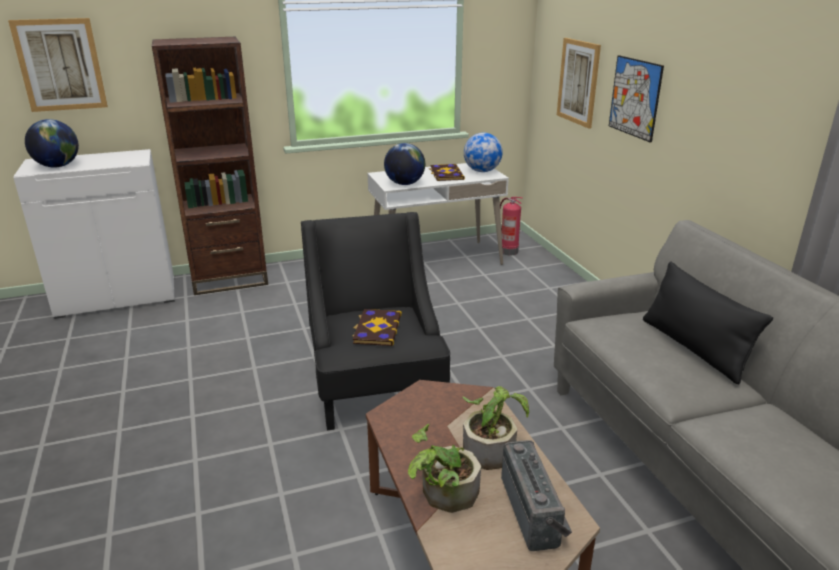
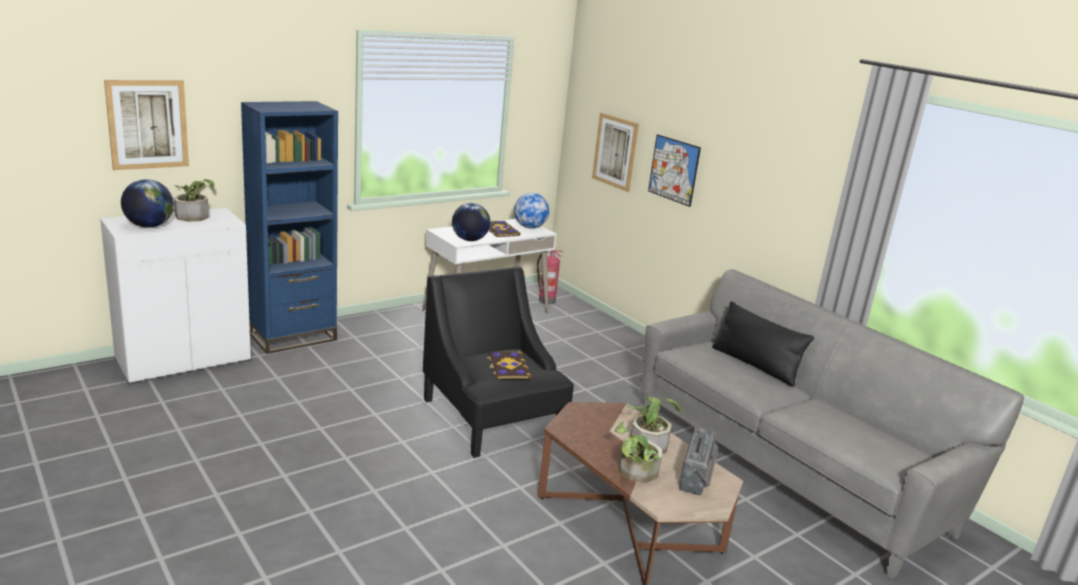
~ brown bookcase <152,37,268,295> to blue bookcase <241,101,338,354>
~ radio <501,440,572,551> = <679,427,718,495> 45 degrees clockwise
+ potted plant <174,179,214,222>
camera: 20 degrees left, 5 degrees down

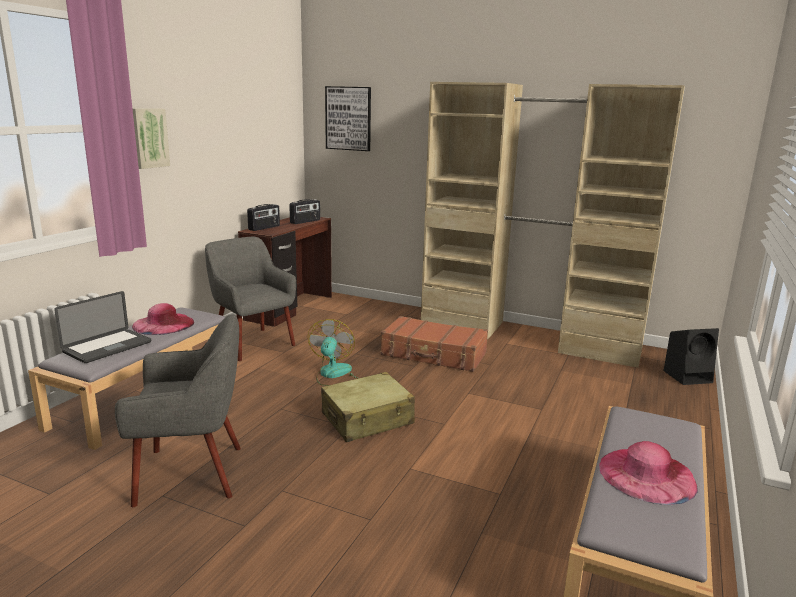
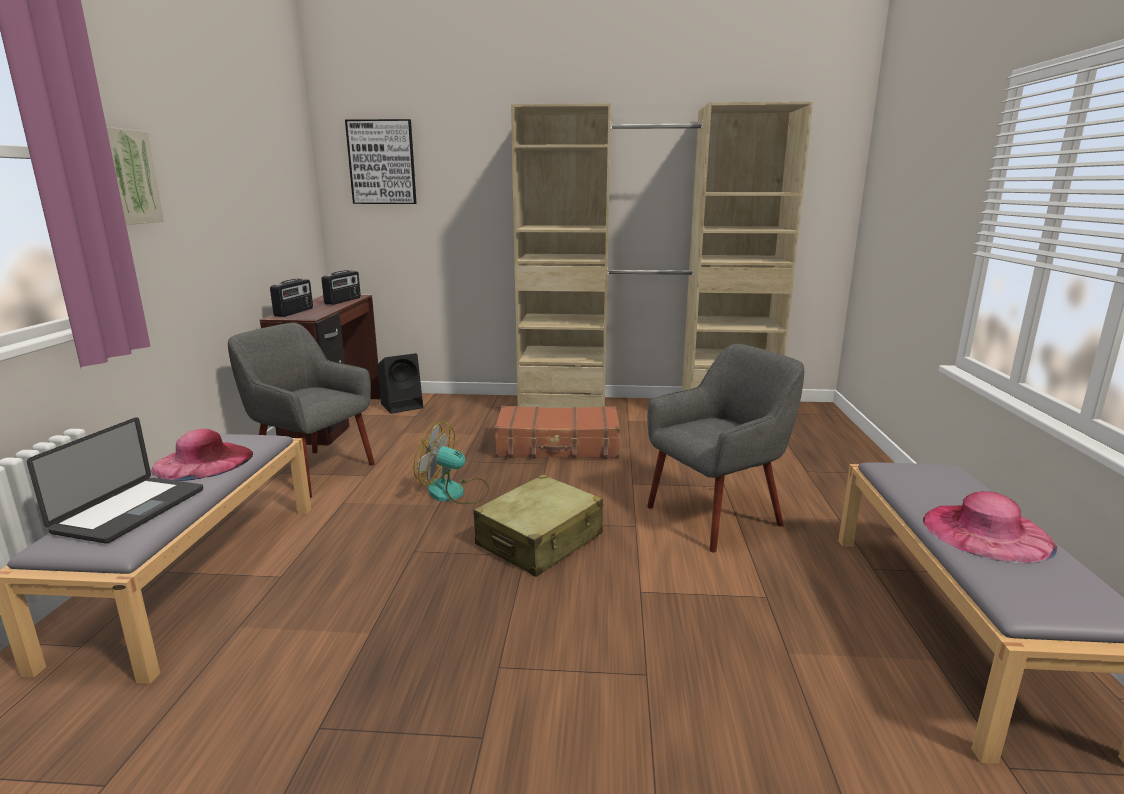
~ grey armchair <115,314,241,507> to <647,344,804,552>
~ fan <308,319,358,386> = <414,421,489,504> 60 degrees counterclockwise
~ black speaker <664,328,719,385> to <377,353,423,414>
camera: 20 degrees left, 0 degrees up

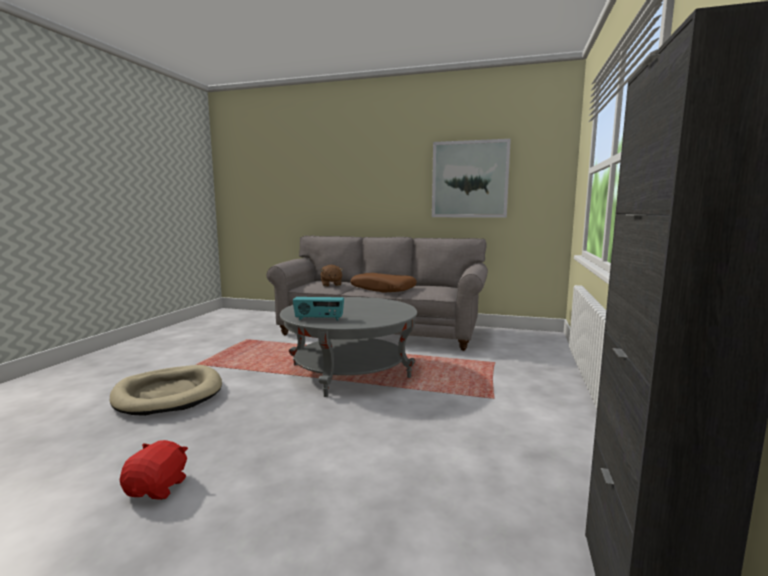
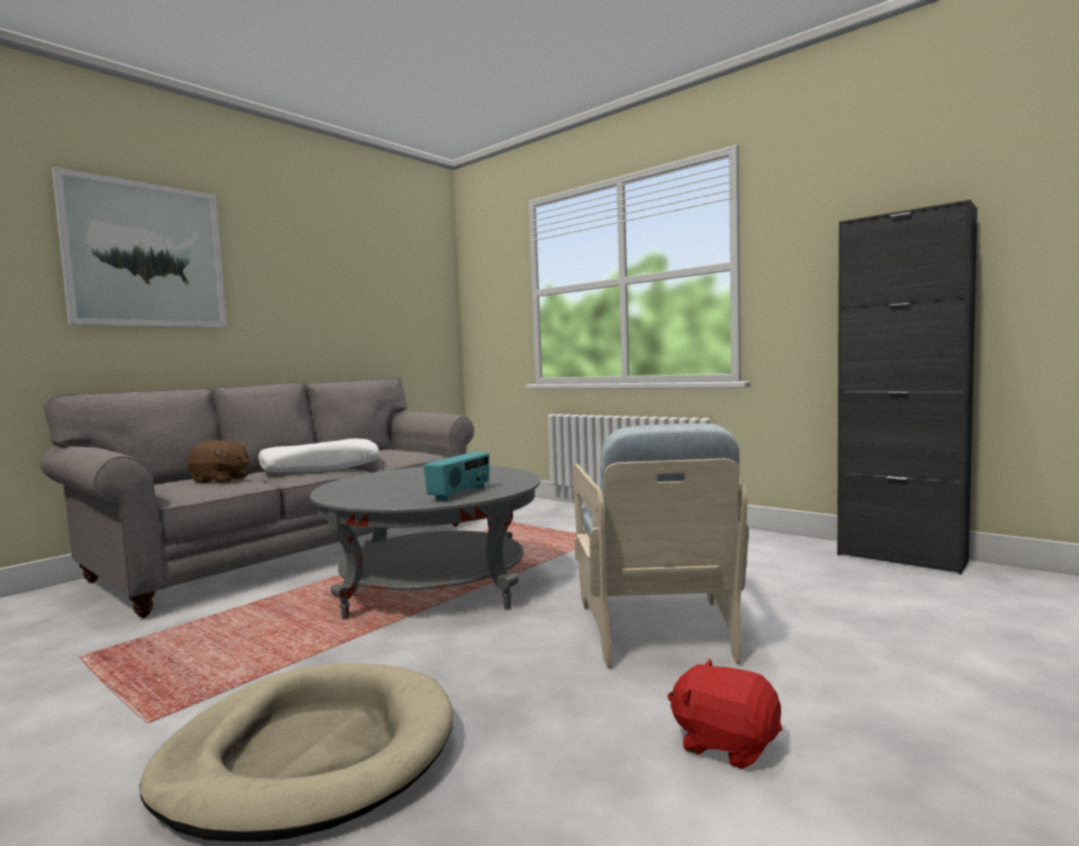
~ brown pillow <350,273,417,293> to white pillow <258,439,380,472>
~ picture <432,139,511,218> to <52,167,227,328>
+ beige armchair <573,423,749,668>
camera: 65 degrees left, 5 degrees down

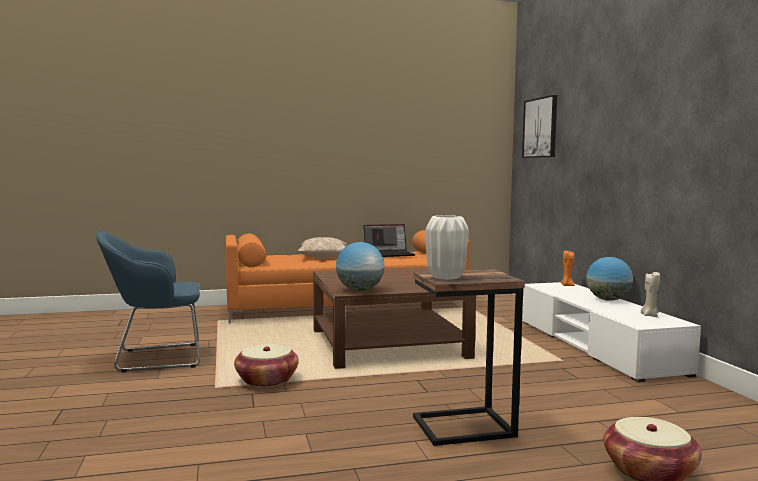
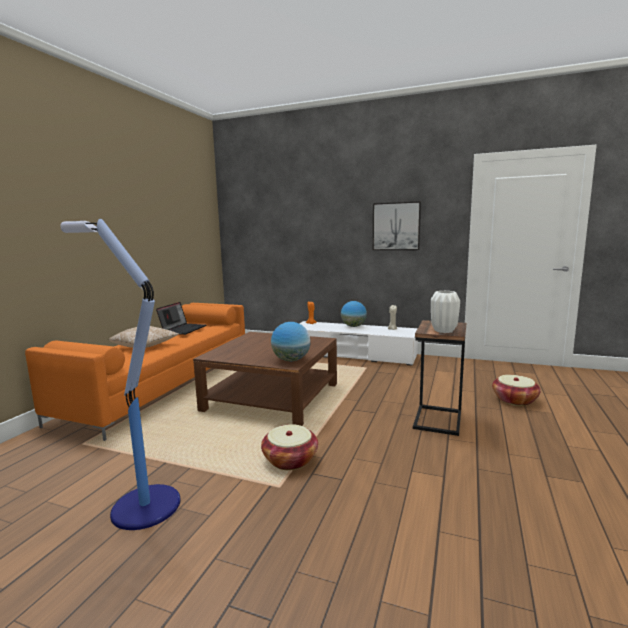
~ blue armchair <96,231,200,373> to floor lamp <60,219,180,530>
~ picture <522,95,557,158> to <373,201,421,250>
camera: 55 degrees left, 5 degrees up

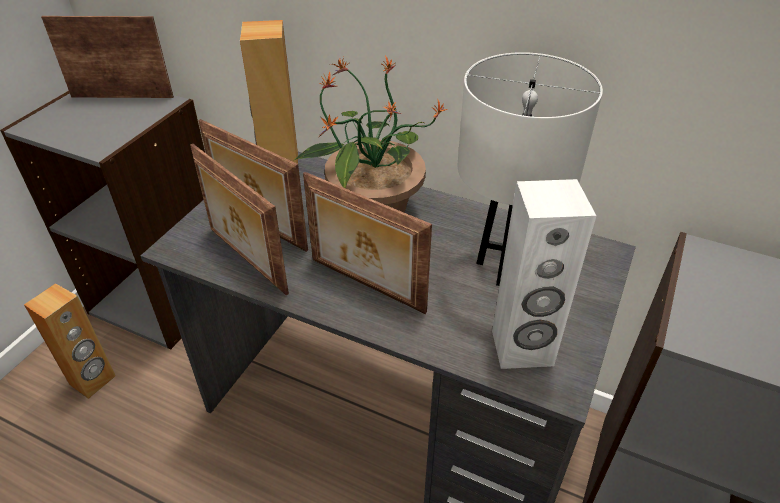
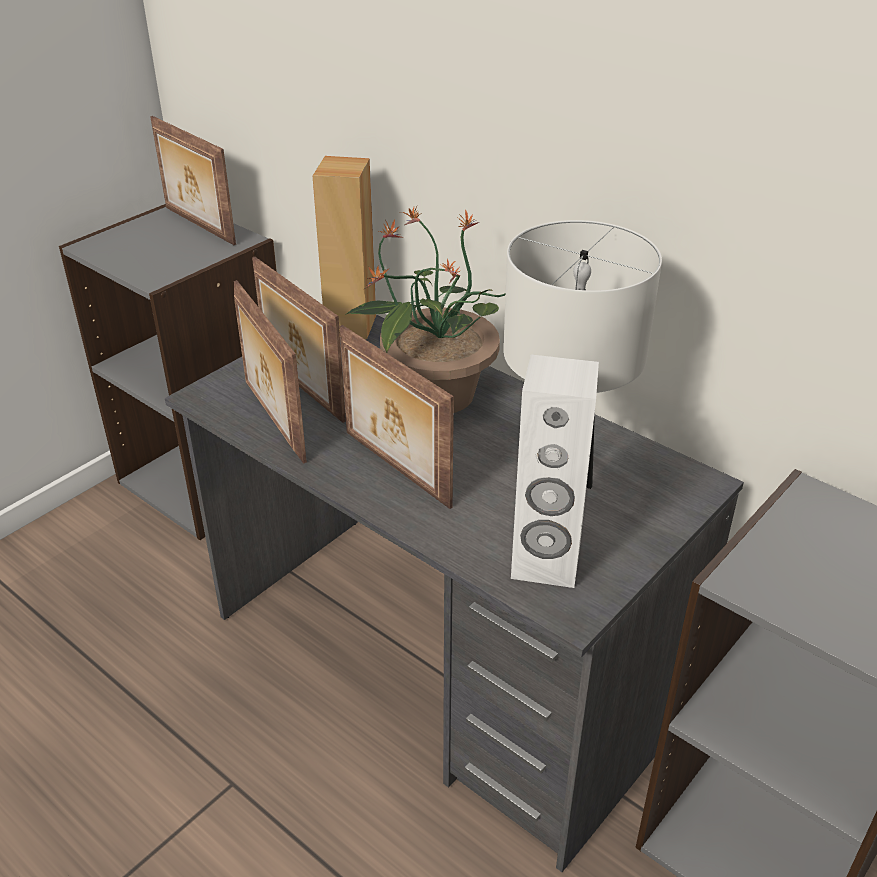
- brown speaker <24,283,116,399>
~ picture frame <41,16,174,98> = <150,116,236,245> 150 degrees counterclockwise
camera: 15 degrees right, 5 degrees down

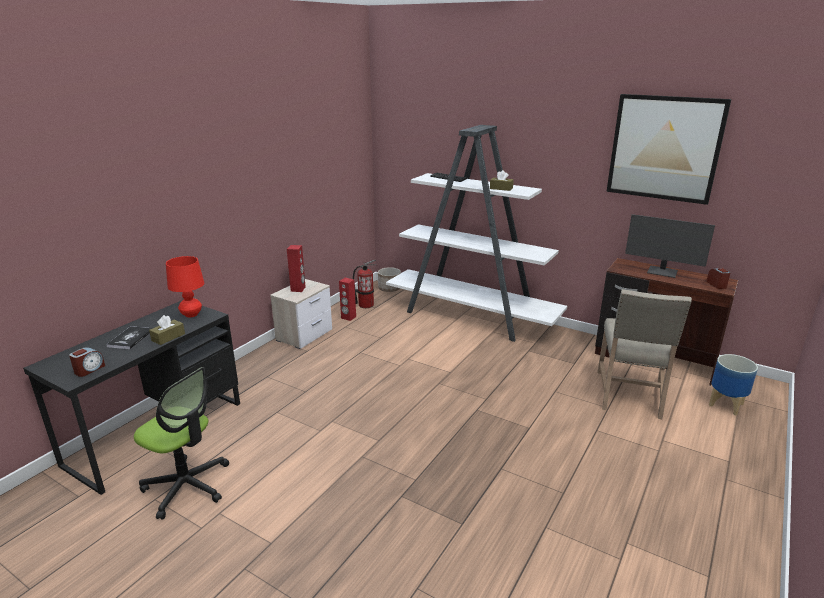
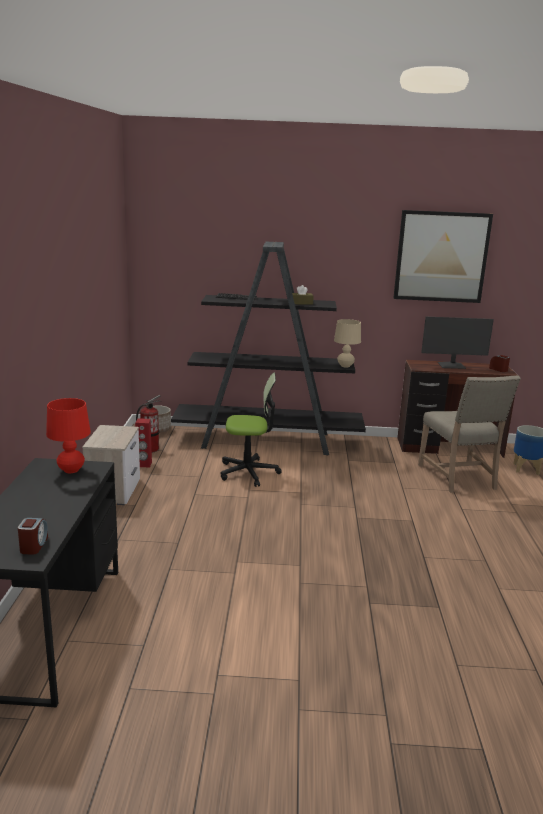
- book <106,326,153,349>
~ office chair <134,367,229,520> to <221,373,282,487>
- brown tissue box <149,315,185,345>
- red speaker <287,245,306,292>
~ white bookcase <386,125,567,342> to black bookcase <171,242,366,455>
+ beige table lamp <334,319,361,367>
camera: 30 degrees left, 5 degrees down

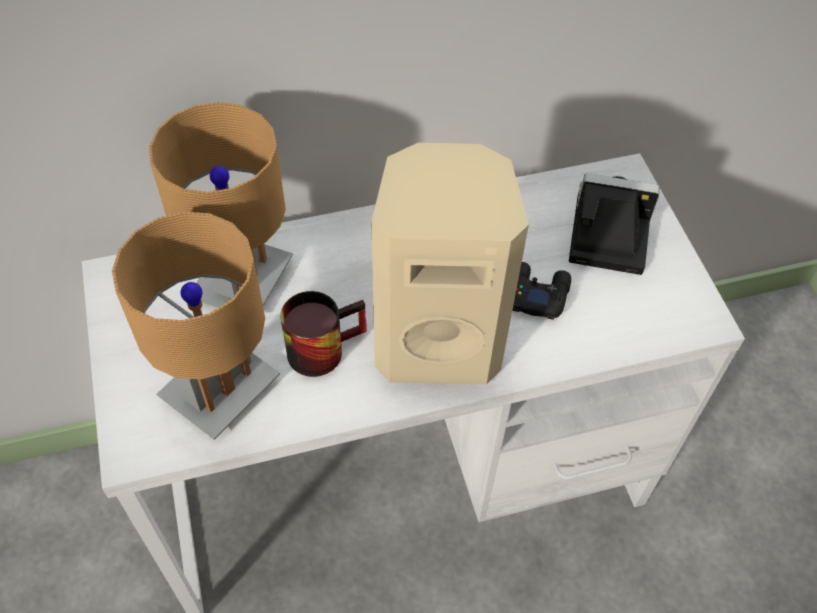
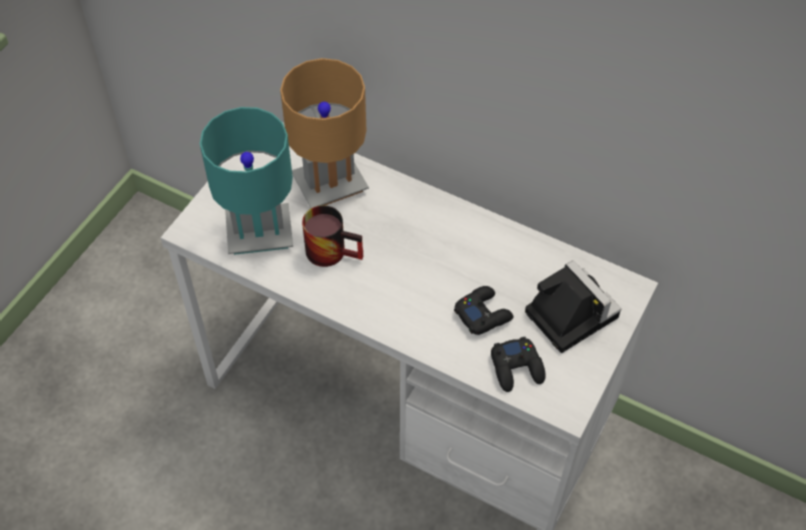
~ brown table lamp <112,212,280,440> to turquoise table lamp <200,107,293,255>
- beige speaker <371,143,529,384>
+ black game controller <491,337,545,392>
camera: 45 degrees right, 0 degrees up

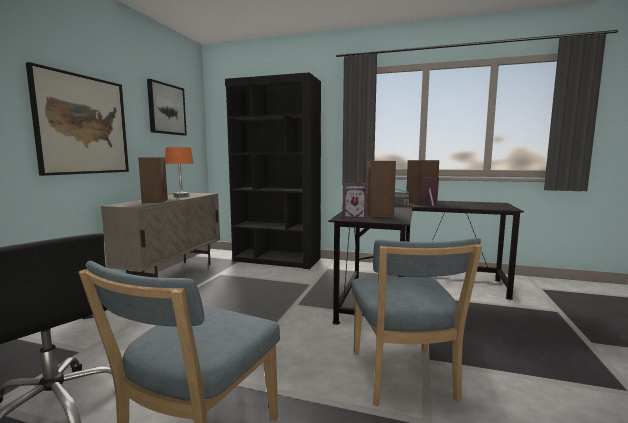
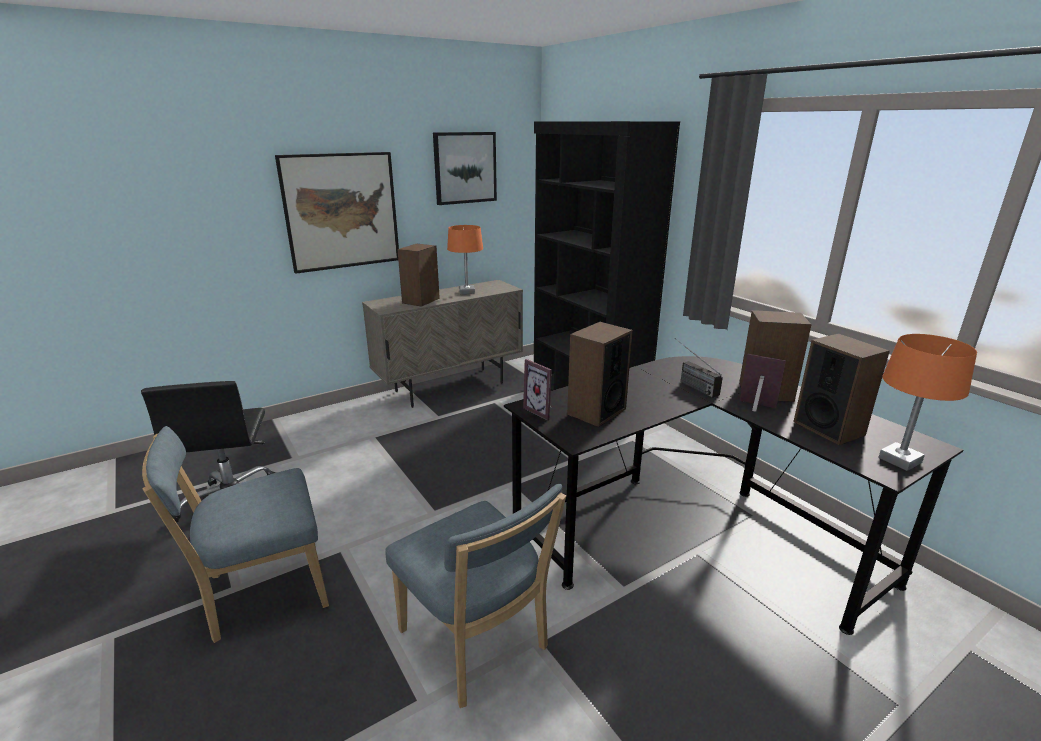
~ blue chair <352,238,482,406> = <385,484,566,708> 75 degrees counterclockwise
+ speaker <793,333,890,445>
+ orange table lamp <879,334,977,471>
camera: 40 degrees right, 15 degrees up

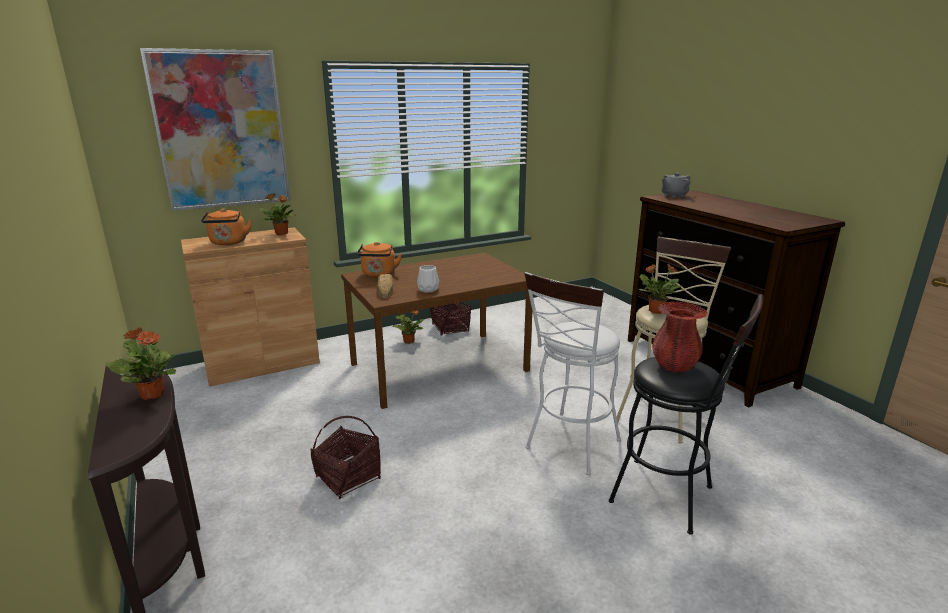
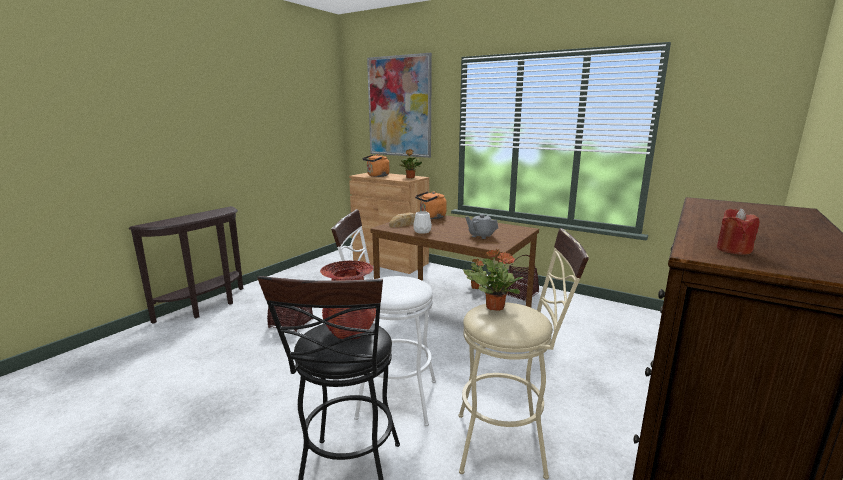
- potted plant <105,328,176,400>
~ grey teapot <661,173,691,198> to <465,214,498,239>
+ red candle <717,208,759,255>
camera: 60 degrees right, 5 degrees down

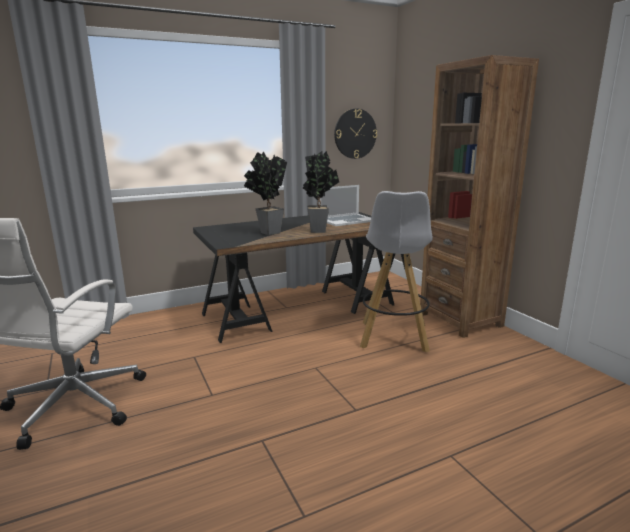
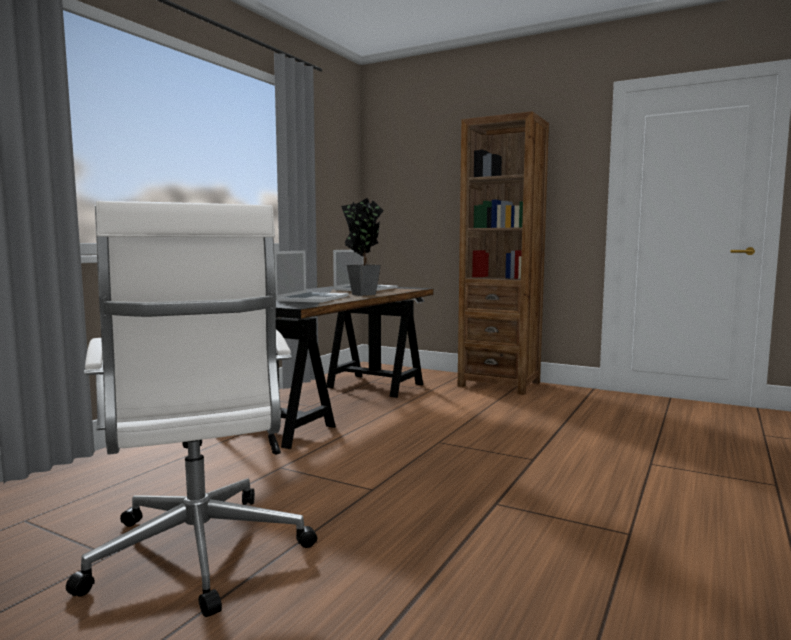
~ potted plant <244,152,287,235> to laptop <274,251,348,303>
- wall clock <334,109,377,159>
- white stool <360,191,433,352>
camera: 35 degrees left, 10 degrees down

